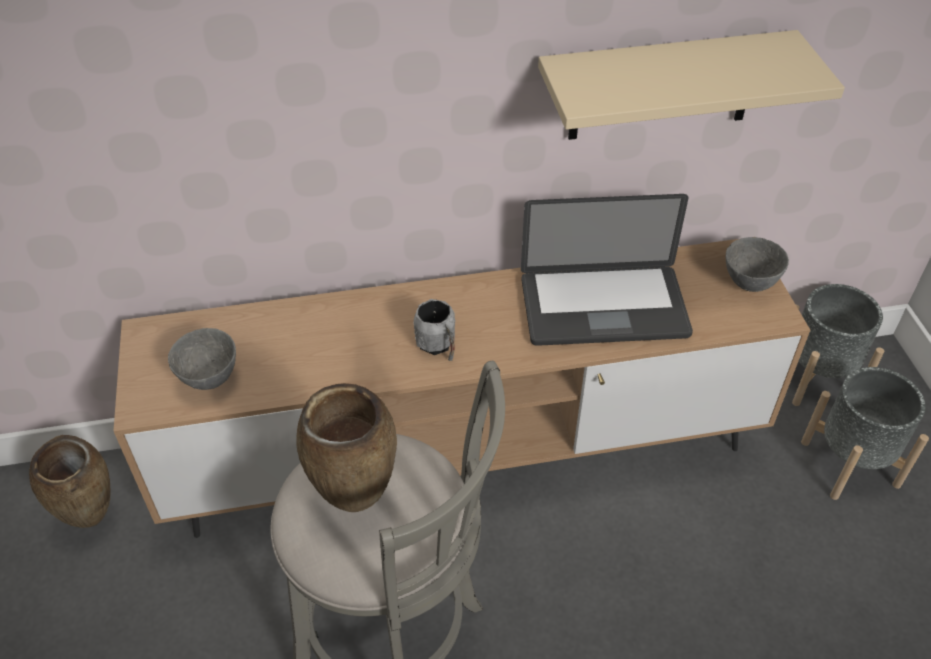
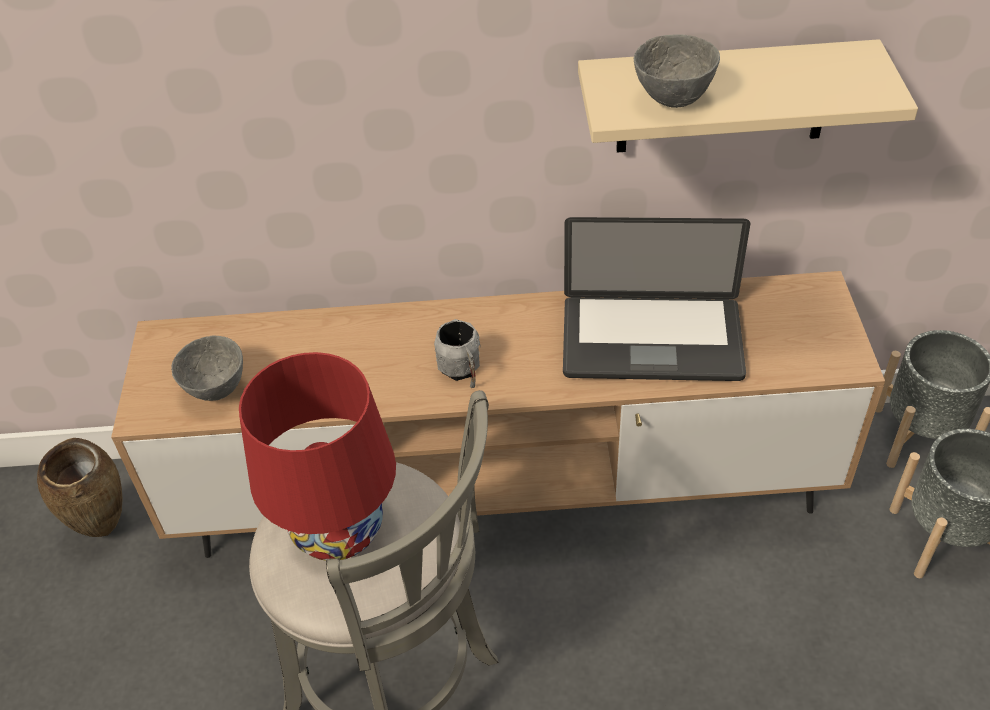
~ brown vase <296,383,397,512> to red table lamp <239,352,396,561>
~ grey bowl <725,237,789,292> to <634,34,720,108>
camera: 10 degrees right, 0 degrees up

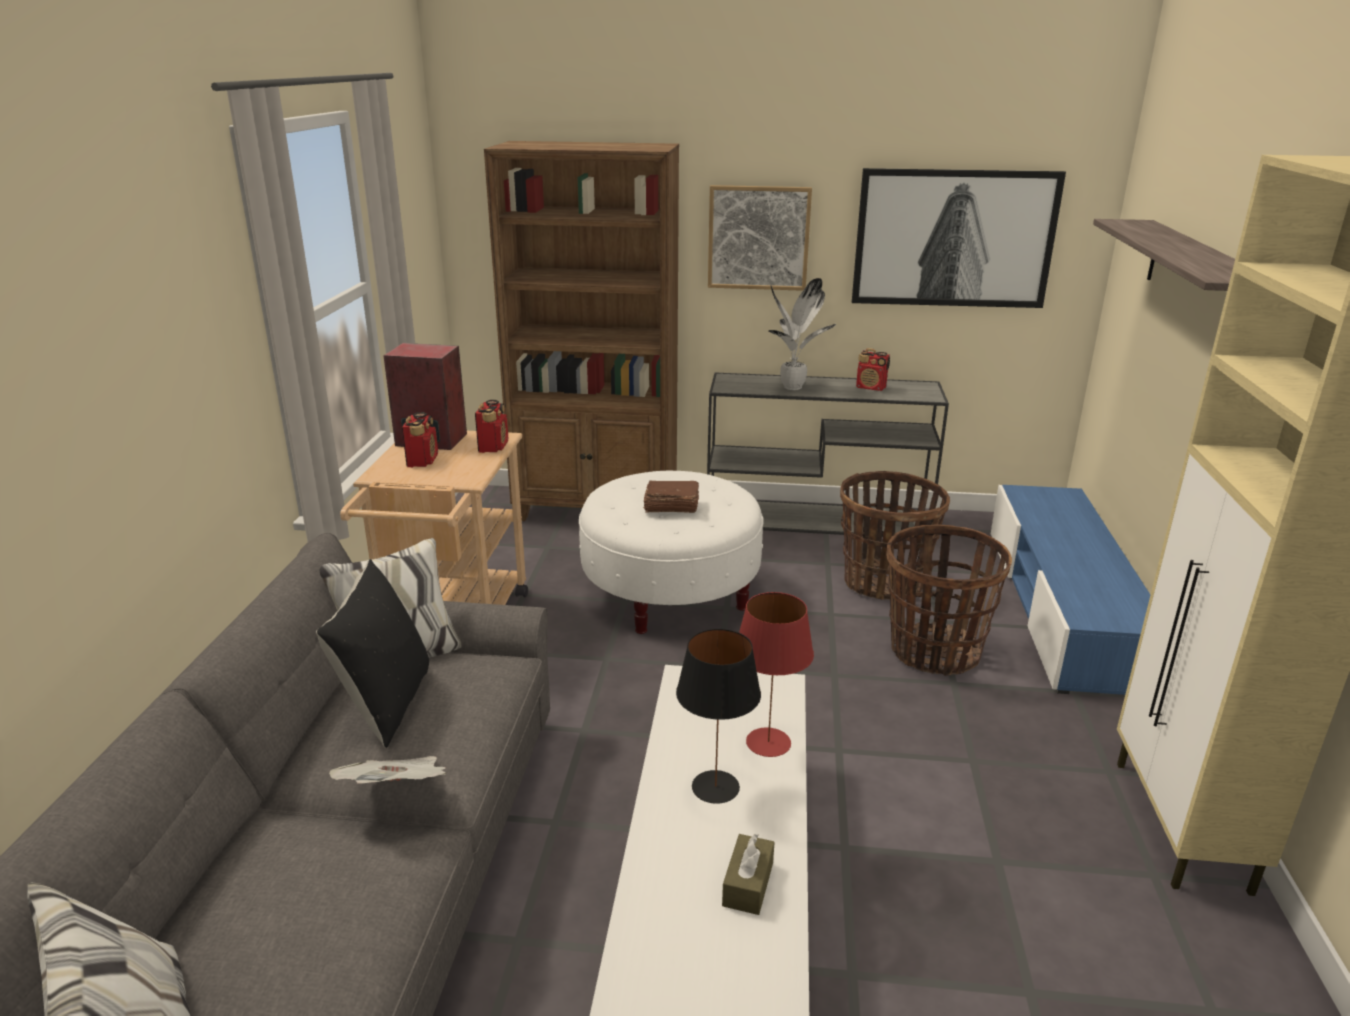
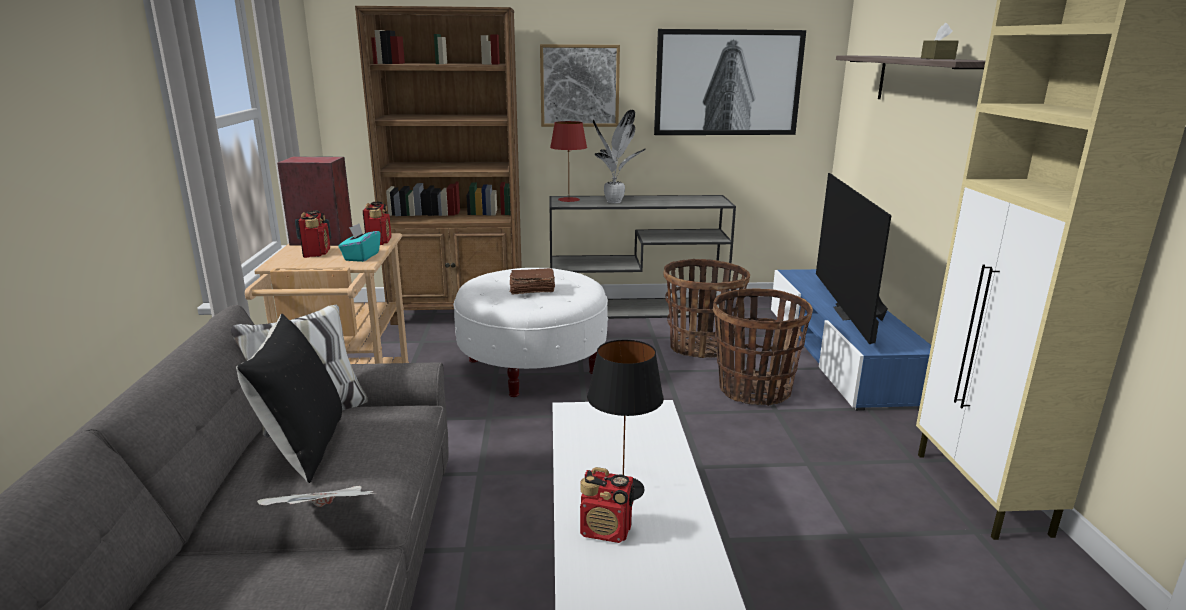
~ brown tissue box <722,834,774,915> to <921,23,959,59>
~ red table lamp <739,592,814,757> to <550,121,587,202>
~ radio <856,348,890,391> to <580,467,634,543>
+ turquoise tissue box <338,223,381,262>
+ television <816,173,892,344>
camera: 10 degrees left, 5 degrees down

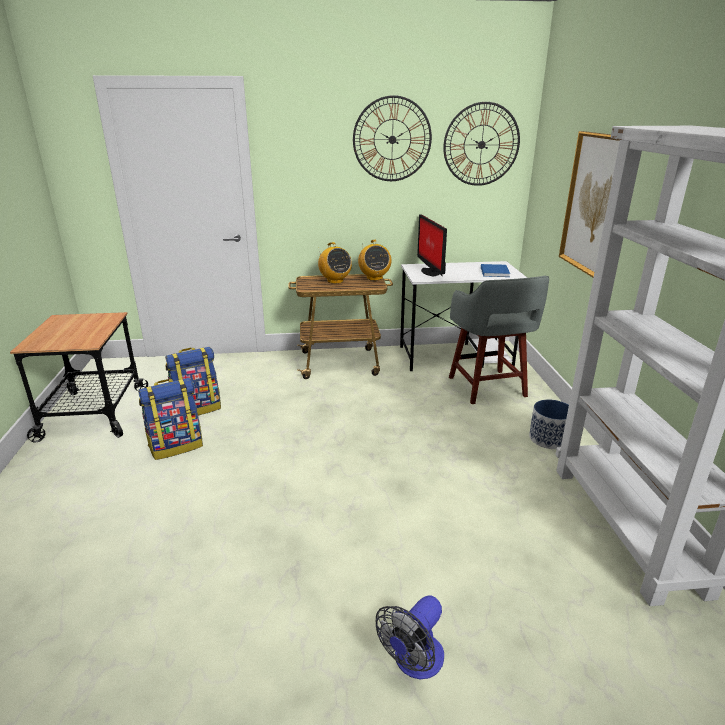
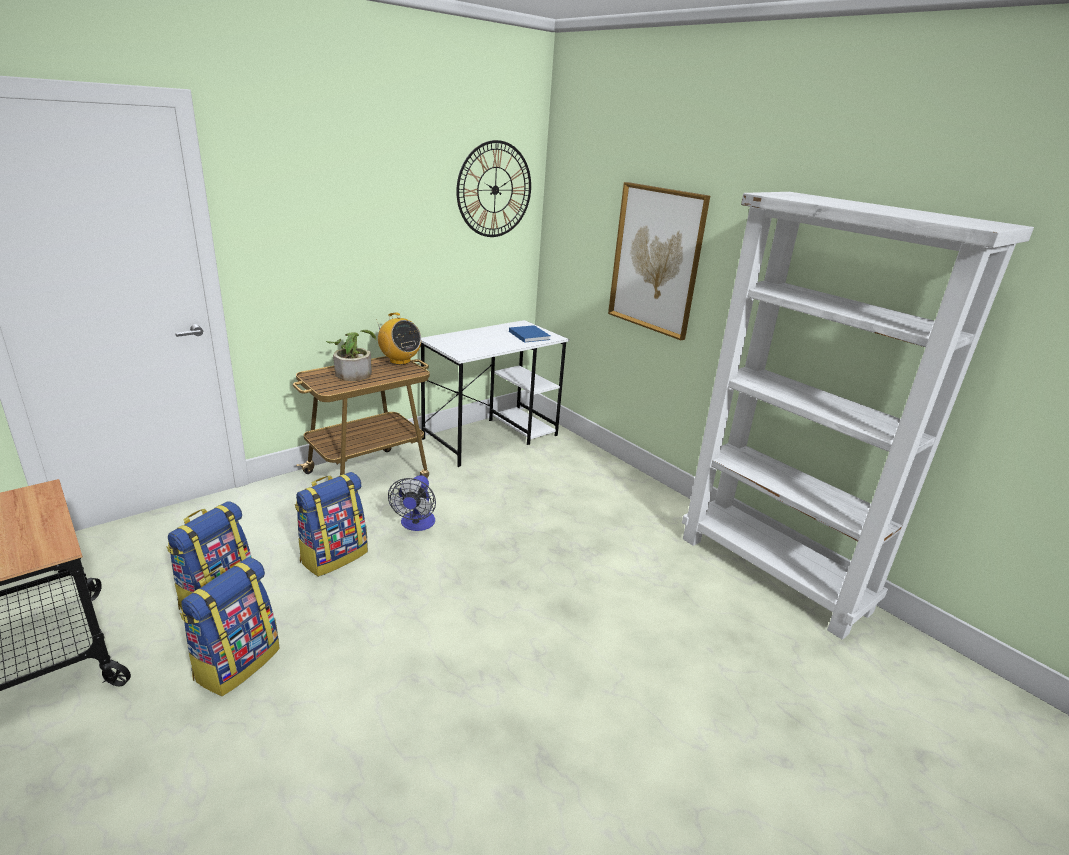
~ radio <318,242,352,284> to potted plant <326,330,376,381>
- wall clock <353,95,432,181>
~ fan <376,595,444,679> to <388,475,436,531>
- monitor <417,214,447,276>
- grey stool <449,276,549,404>
- planter <529,400,569,449>
+ backpack <295,472,368,577>
camera: 35 degrees left, 0 degrees up

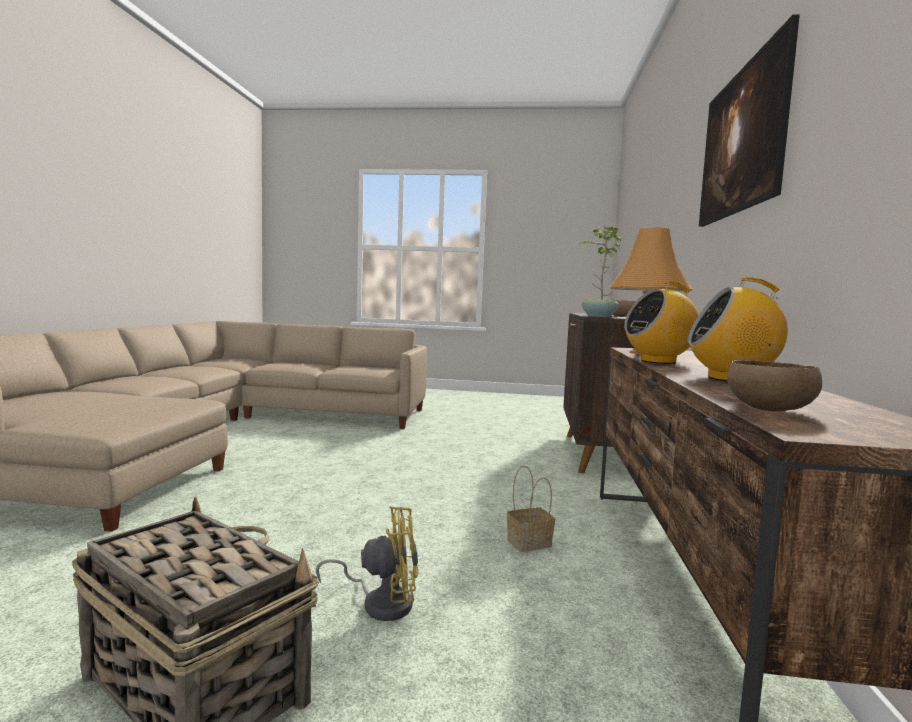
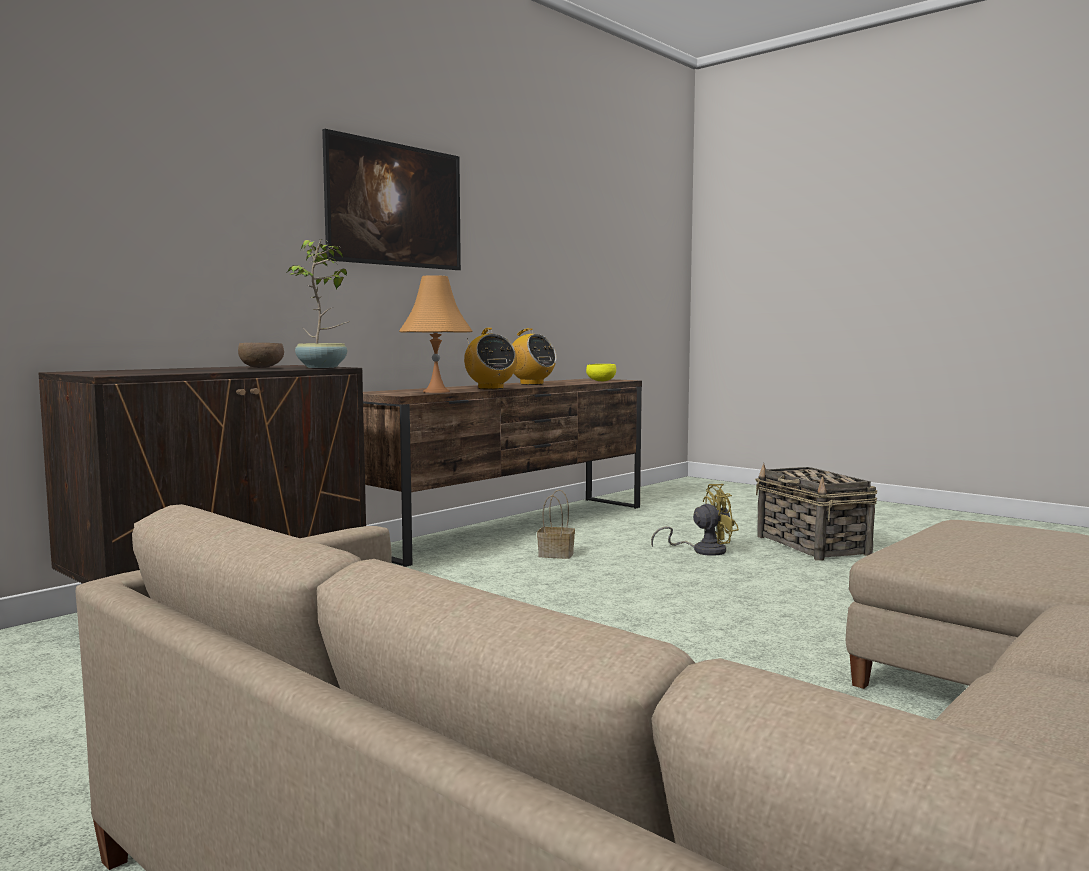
~ yellow fan <316,506,418,621> = <651,484,739,556> 135 degrees clockwise
~ radio <624,281,698,364> = <464,328,517,390> 45 degrees clockwise
~ brown bowl <727,360,822,411> to yellow bowl <586,364,616,381>
camera: 145 degrees left, 0 degrees up

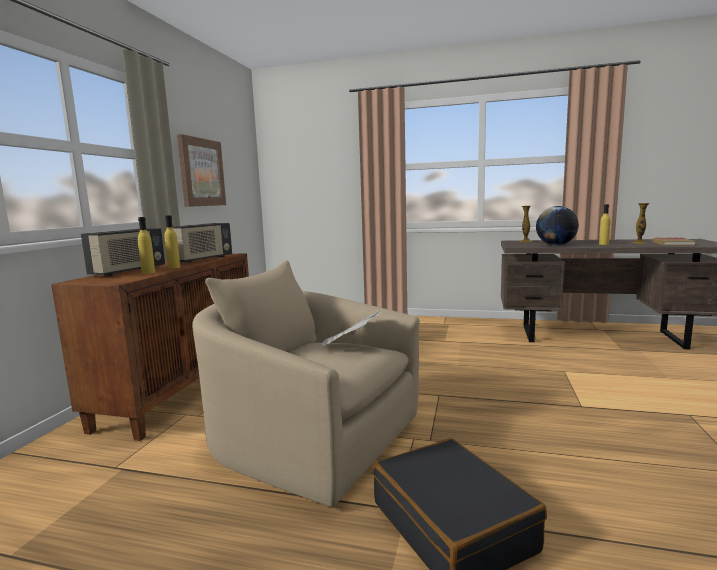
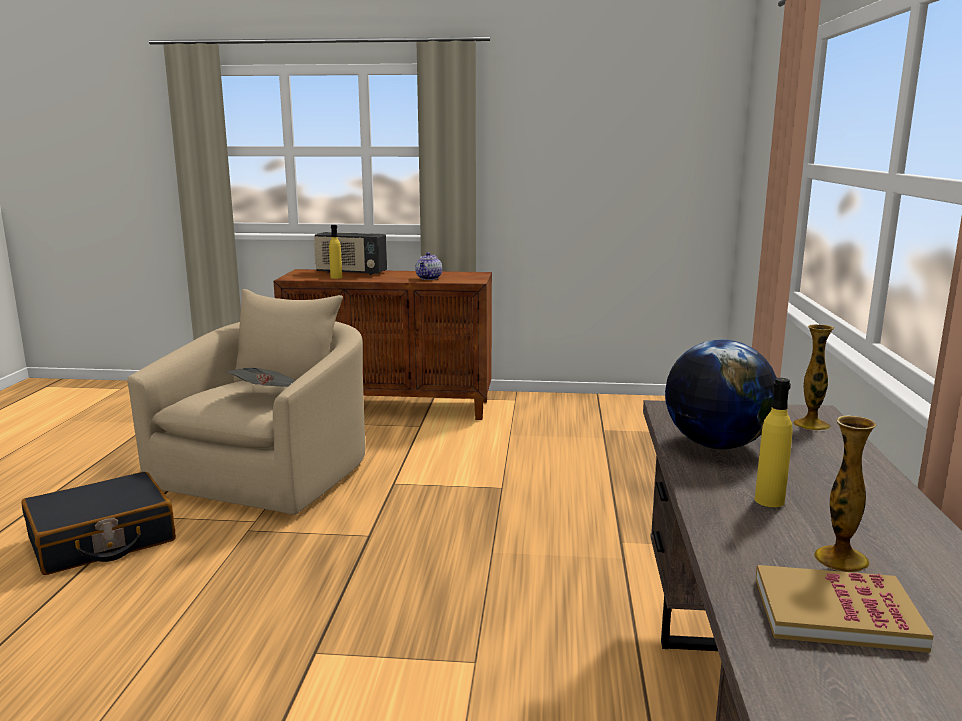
- yellow bottle <164,215,180,269>
~ radio <173,223,232,263> to teapot <415,252,442,280>
- picture <177,134,226,207>
camera: 80 degrees right, 5 degrees up

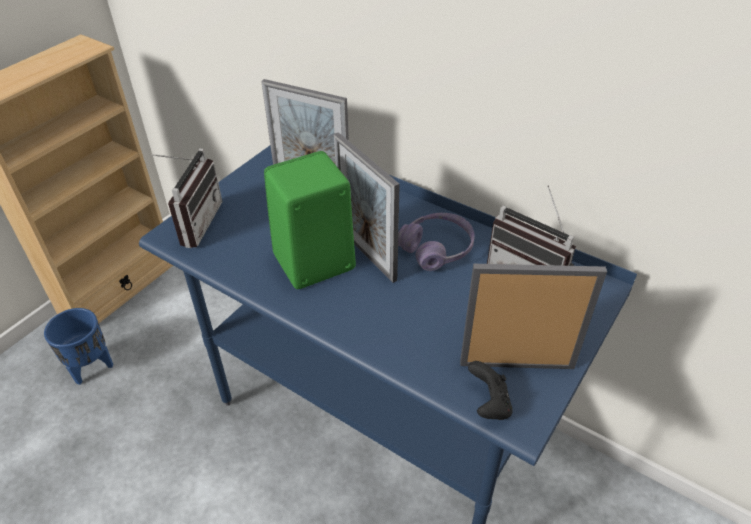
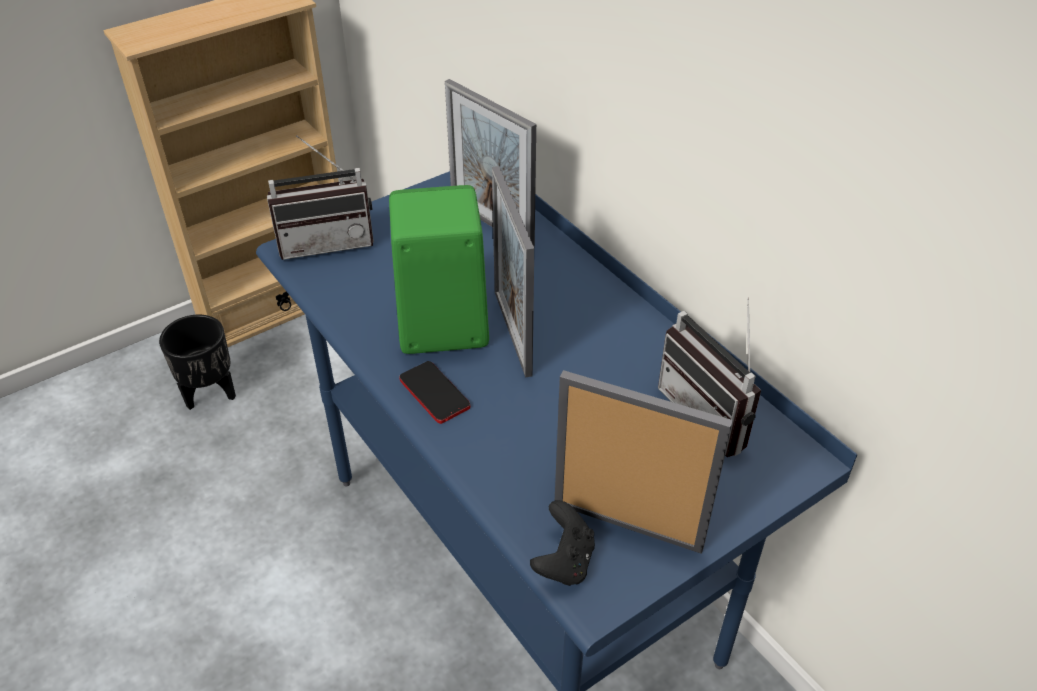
~ blue planter <44,308,113,385> to black planter <159,315,236,410>
~ radio <151,149,222,248> = <267,136,374,260> 45 degrees clockwise
- purple headphones <398,213,475,271>
+ phone <399,361,470,424>
camera: 20 degrees right, 0 degrees up

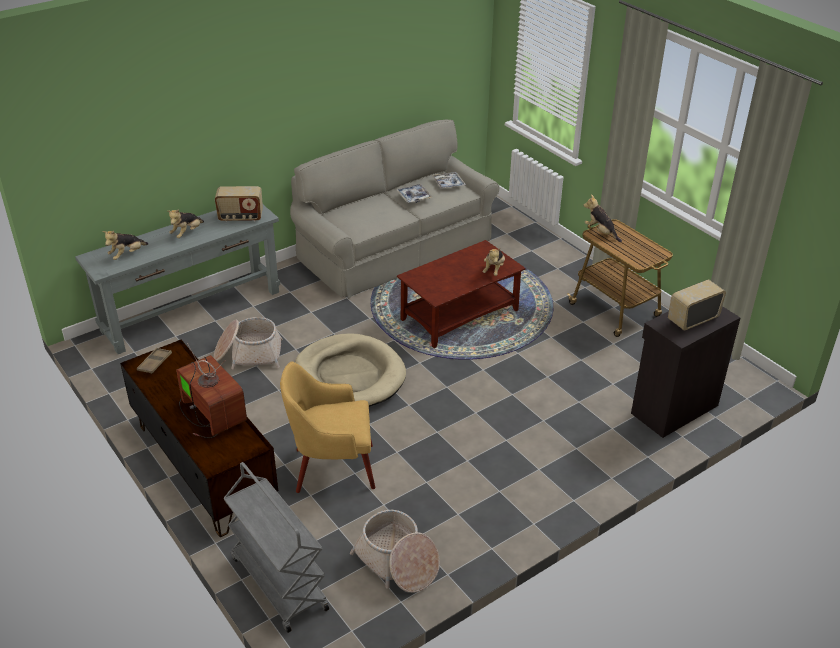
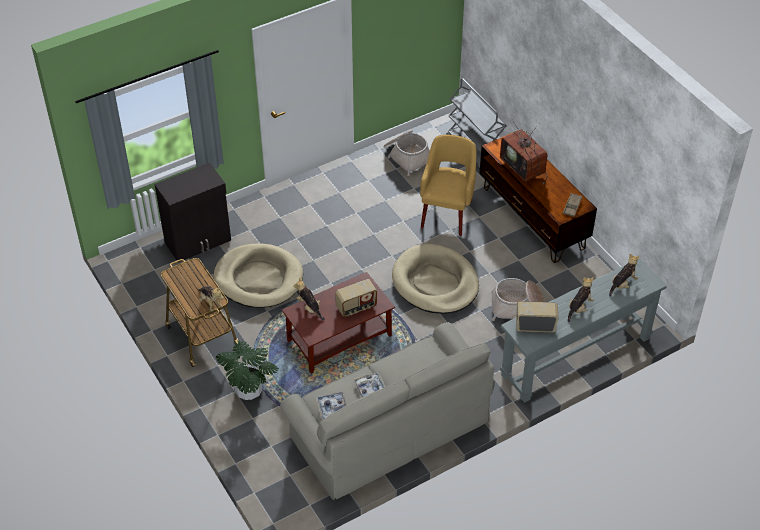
~ yellow armchair <280,362,375,493> = <420,135,476,236> 75 degrees counterclockwise
~ plush toy <483,248,505,276> = <293,277,325,320> 60 degrees counterclockwise
~ radio <668,279,726,331> to <335,279,377,317>
+ beige dog bed <213,243,303,308>
+ potted plant <216,341,279,400>
camera: 175 degrees left, 10 degrees up

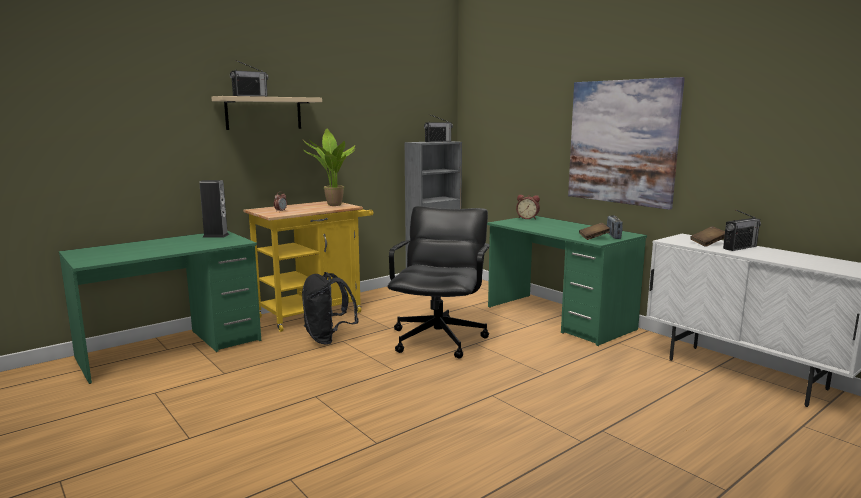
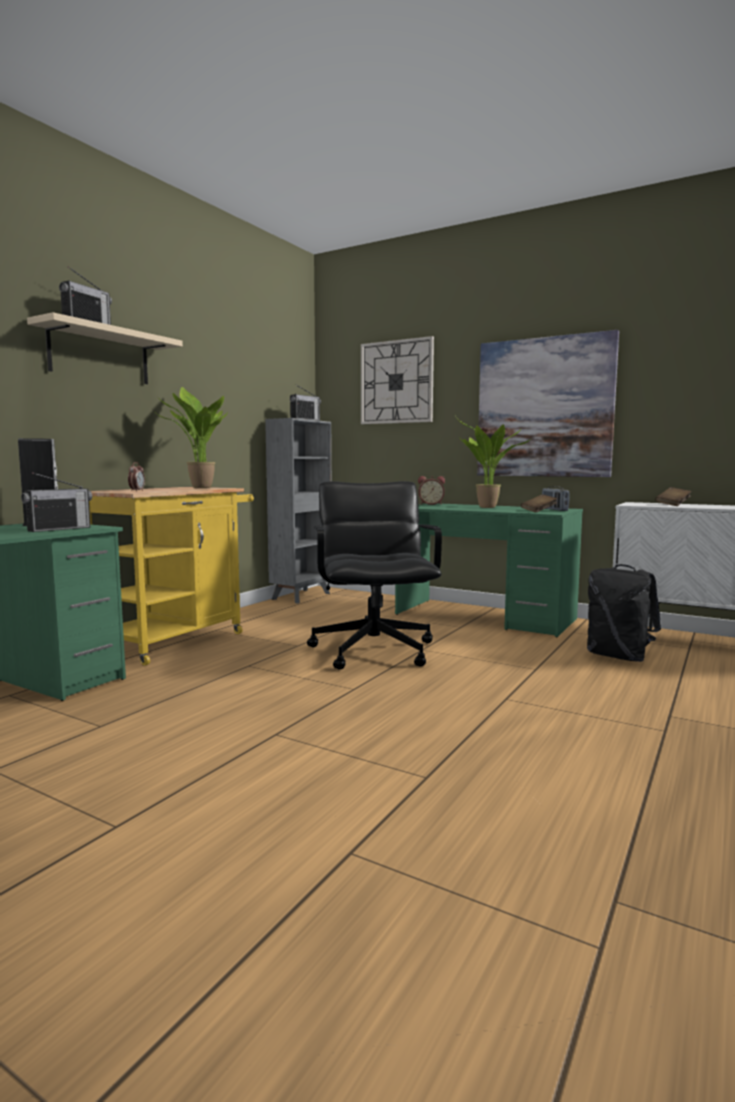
~ black backpack <302,272,359,345> to <587,564,661,662>
~ radio <723,209,761,251> to <21,473,92,532>
+ wall clock <361,336,434,424>
+ potted plant <456,417,532,508>
camera: 20 degrees left, 5 degrees down

